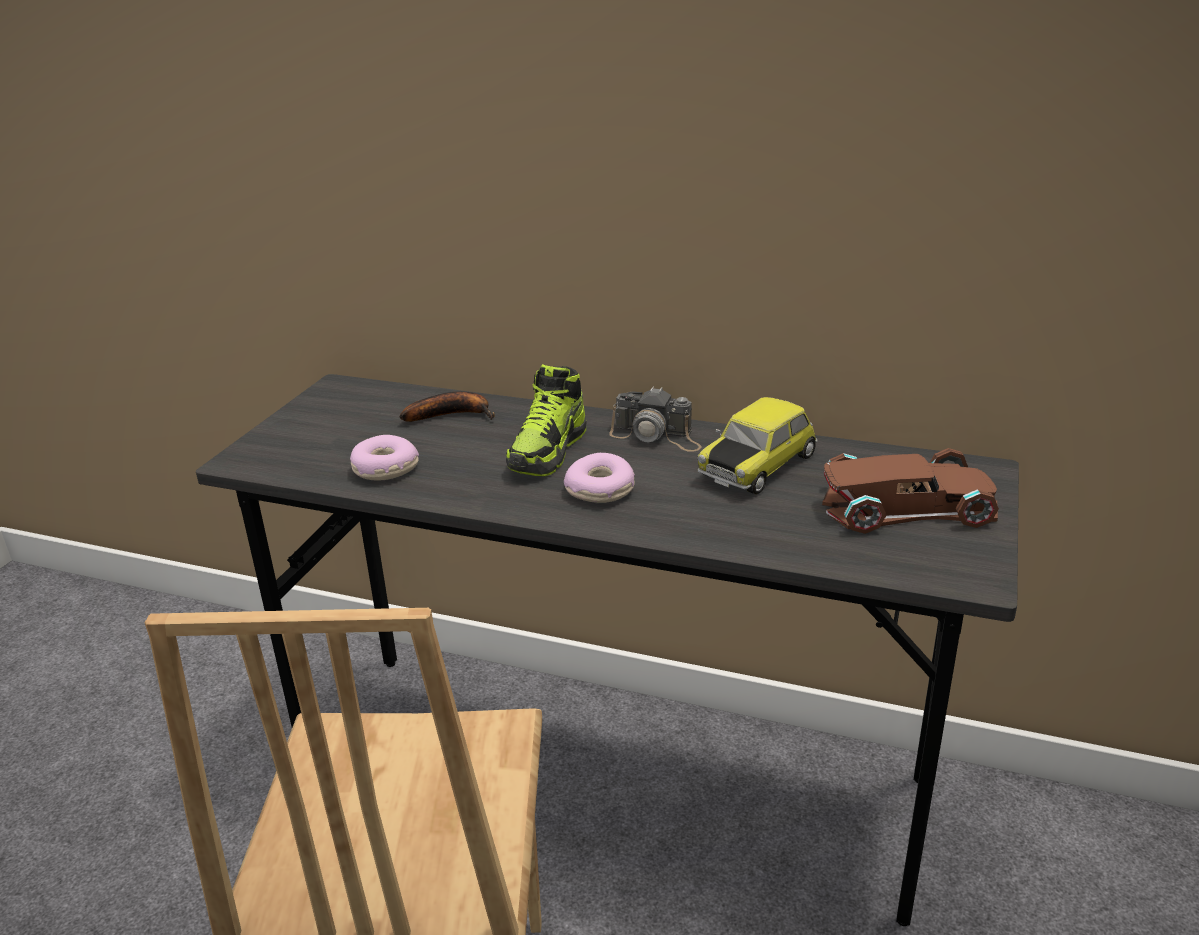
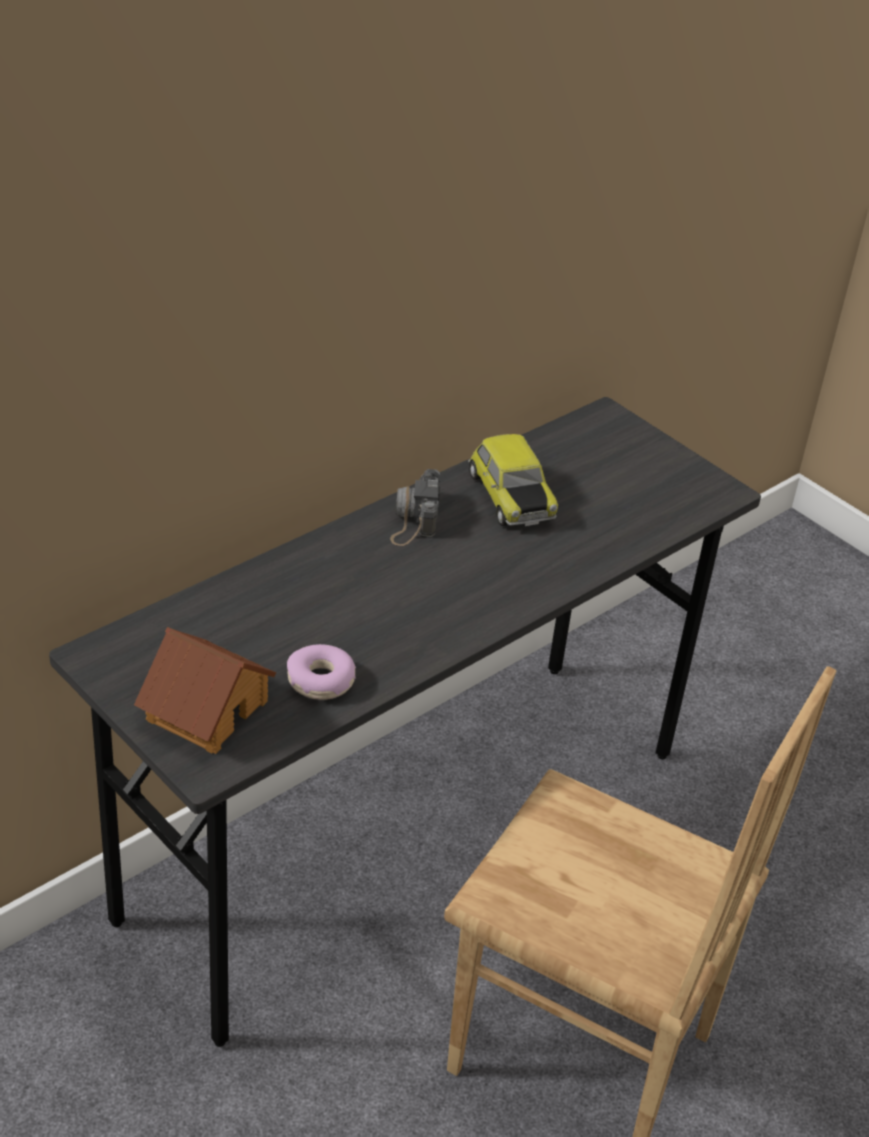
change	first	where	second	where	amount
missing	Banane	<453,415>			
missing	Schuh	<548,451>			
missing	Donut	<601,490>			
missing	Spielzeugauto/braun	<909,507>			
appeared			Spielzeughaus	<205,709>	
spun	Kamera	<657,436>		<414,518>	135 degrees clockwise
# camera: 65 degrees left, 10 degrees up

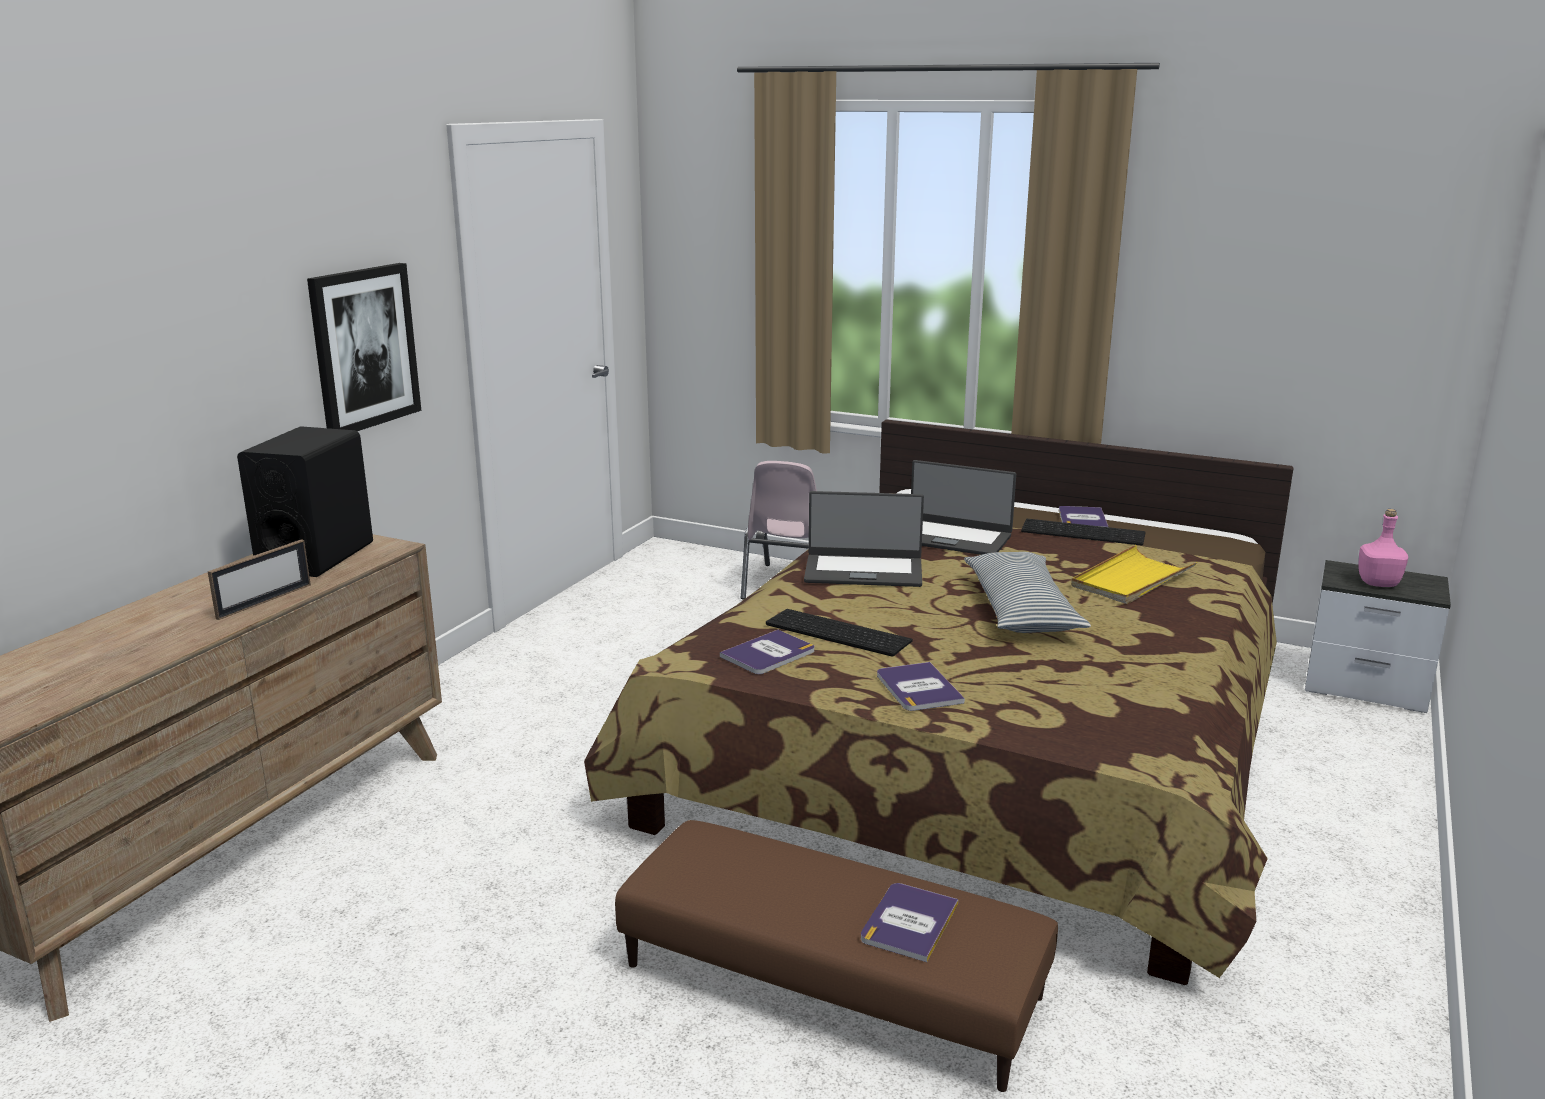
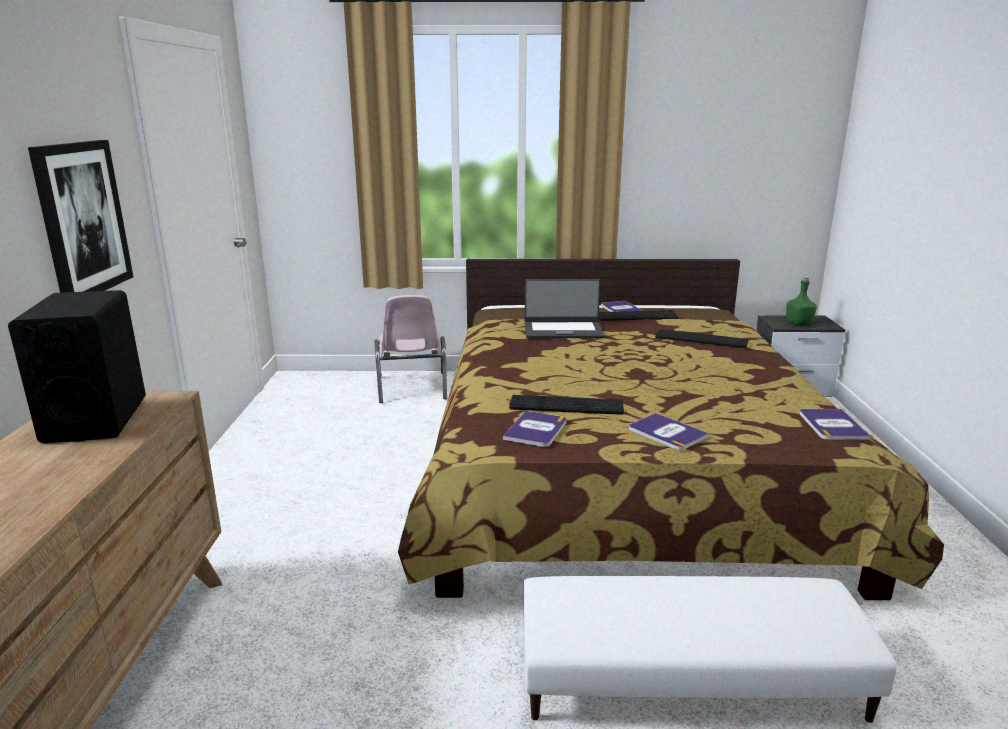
change	first	where	second	where	amount
missing	Bilderrahmen	<264,601>			
missing	Laptop	<863,571>			
missing	Kissen	<1021,610>			
relocated	Buch	<909,922>		<832,425>	
exchanged	Tablett/gelb	<1131,580>	Tastatur	<700,339>	
colour	Polsterhocker/braun	<832,980>	Polsterhocker/weiß	<688,675>	
colour	Flasche/rosa	<1377,583>	Flasche/grün	<798,323>	
# camera: 25 degrees left, 0 degrees up

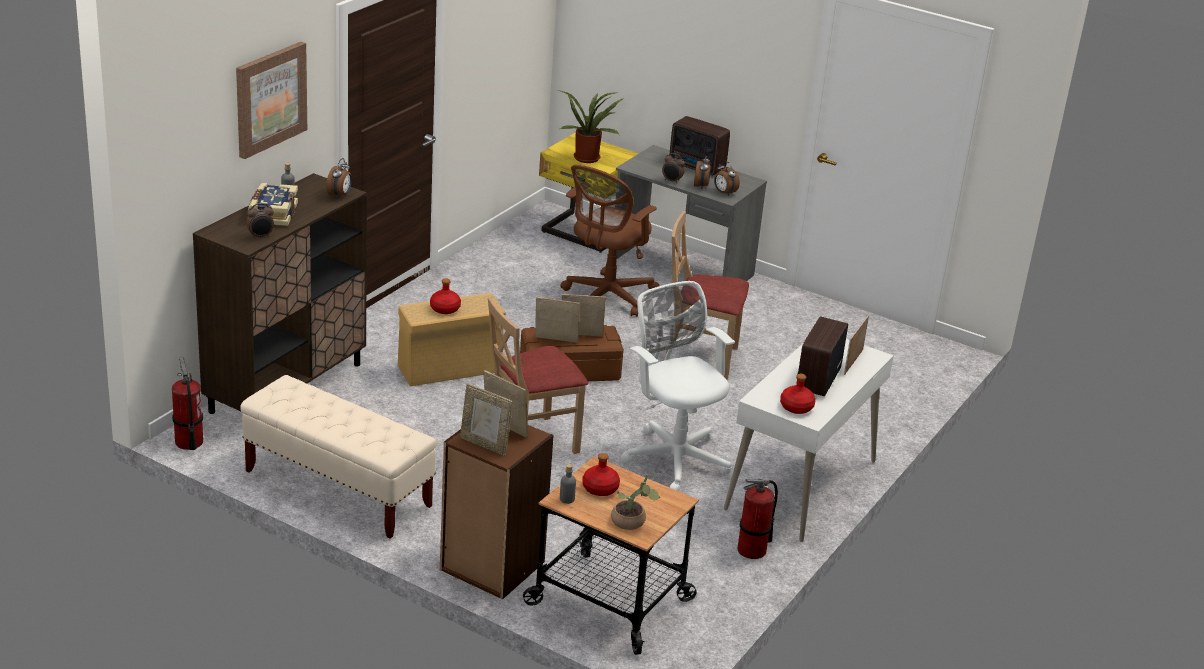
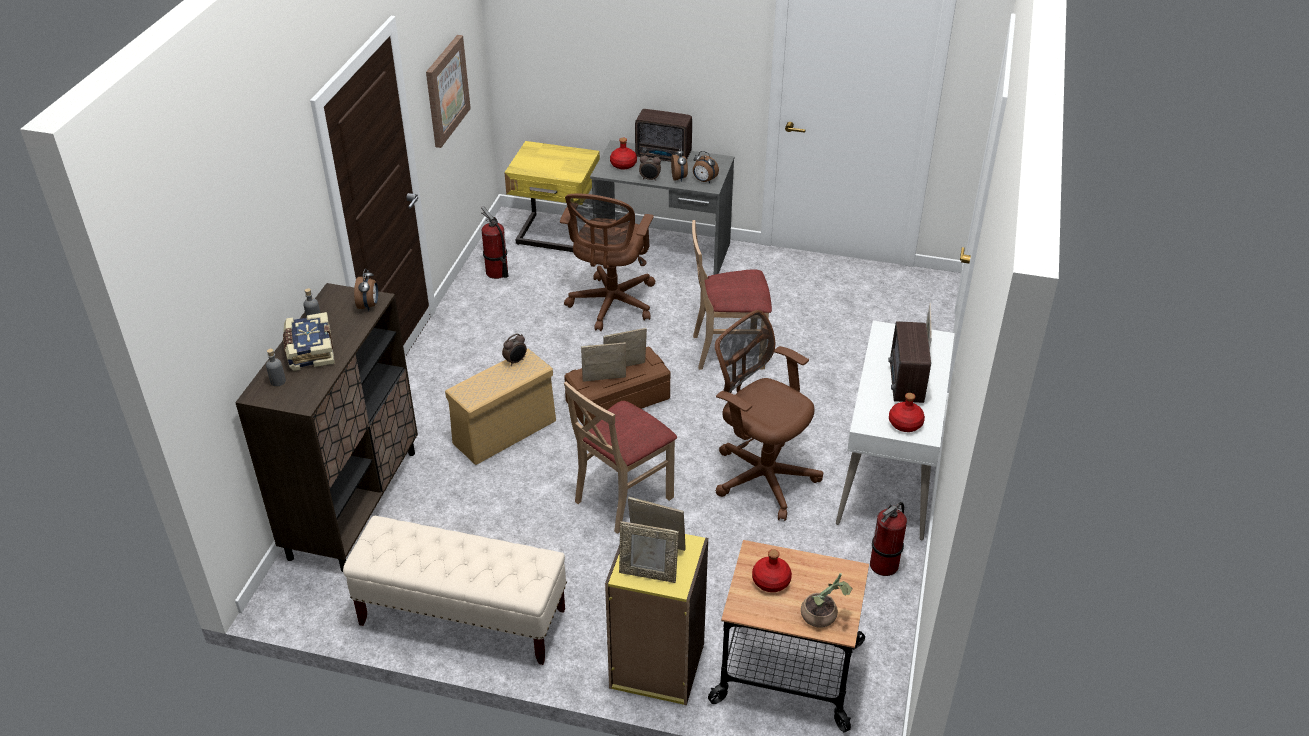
change	first	where	second	where	amount
missing	Topfpflanze	<588,157>			
relocated	Feuerlöscher	<188,442>		<496,272>	
relocated	Bild	<270,99>		<446,90>	
relocated	Wecker	<260,236>		<515,361>	
relocated	Flasche/rot	<445,309>		<623,164>	
relocated	Flasche/grau	<567,499>		<278,381>	
colour	Bücherregal/braun	<491,566>	Bücherregal/gelb	<656,666>	
colour	Bürostuhl/weiß	<673,457>	Bürostuhl/braun	<761,475>	
# camera: 15 degrees left, 10 degrees up

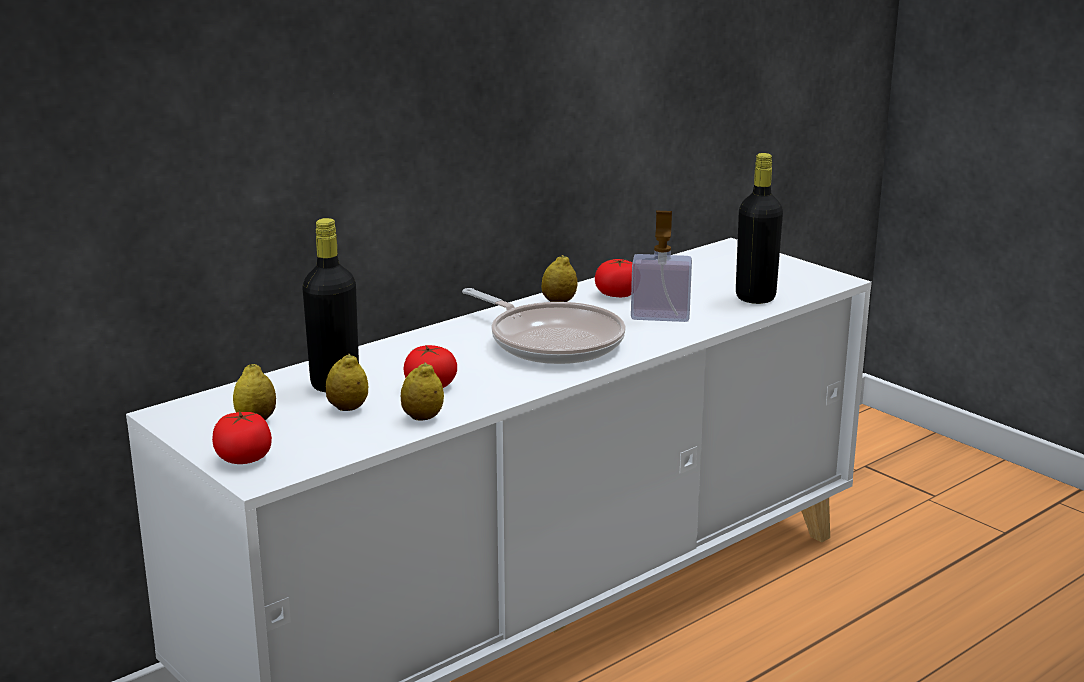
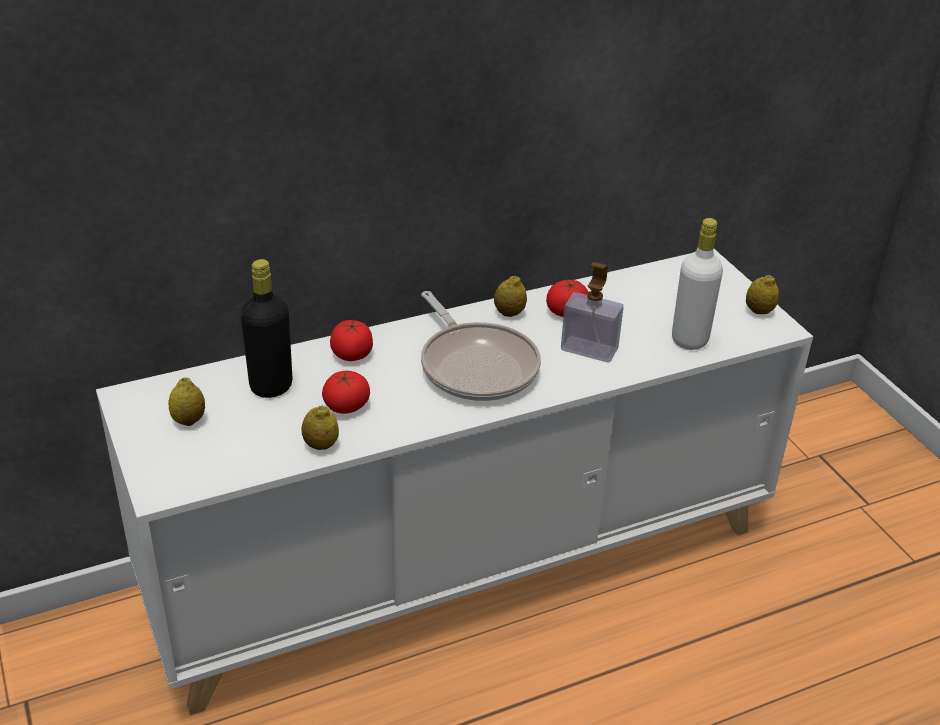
change	first	where	second	where	amount
relocated	Tomate	<243,458>		<352,353>	
relocated	Zitrone	<348,408>		<759,311>	
colour	Flasche/schwarz	<755,297>	Flasche/weiß	<689,339>	
# camera: 15 degrees right, 15 degrees up

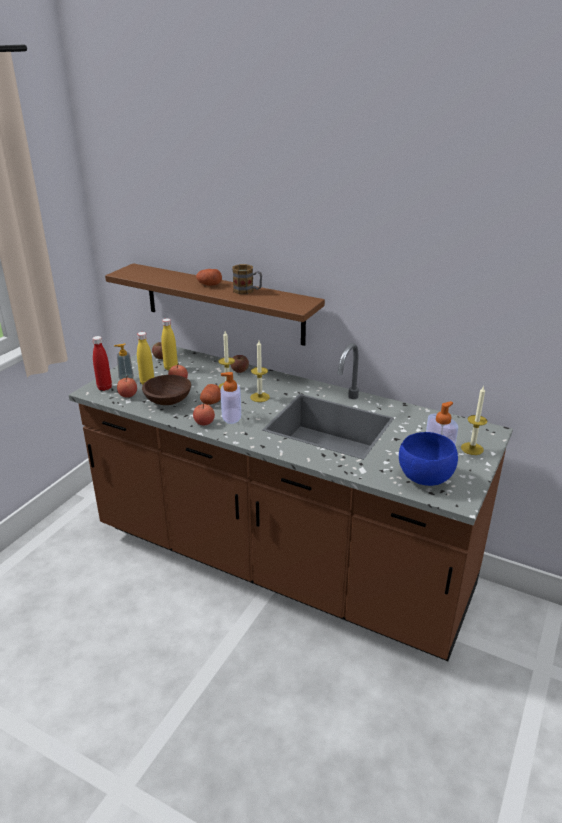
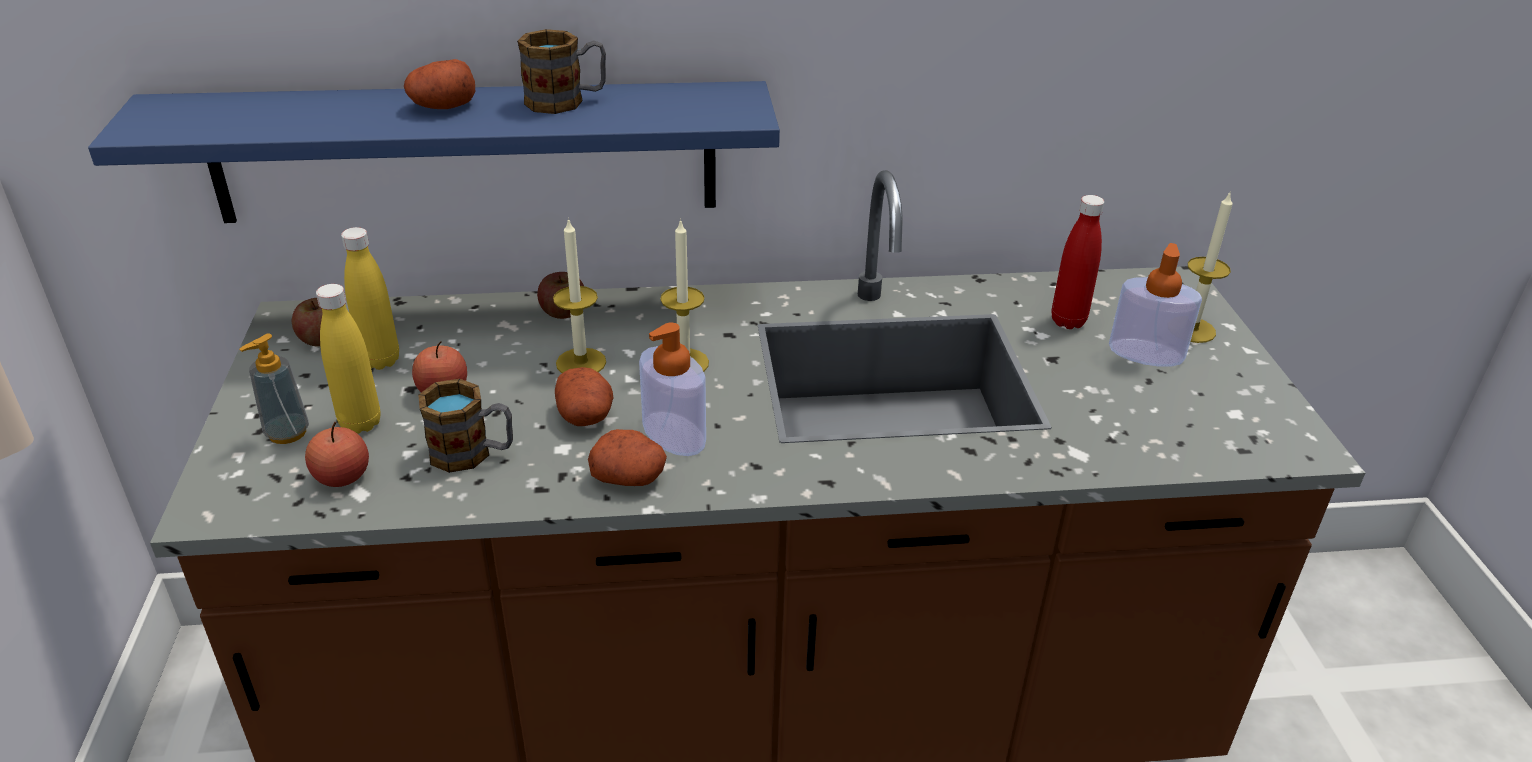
change	first	where	second	where	amount
missing	Schüssel/blau	<424,479>			
relocated	Flasche/rot	<104,388>		<1068,321>	
exchanged	Schüssel/braun	<168,401>	Henkelbecher	<472,453>	
exchanged	Apfel	<204,423>	Kartoffel	<630,477>	
colour	Wandregal/braun	<223,304>	Wandregal/blau	<466,152>	
# camera: 35 degrees left, 5 degrees up

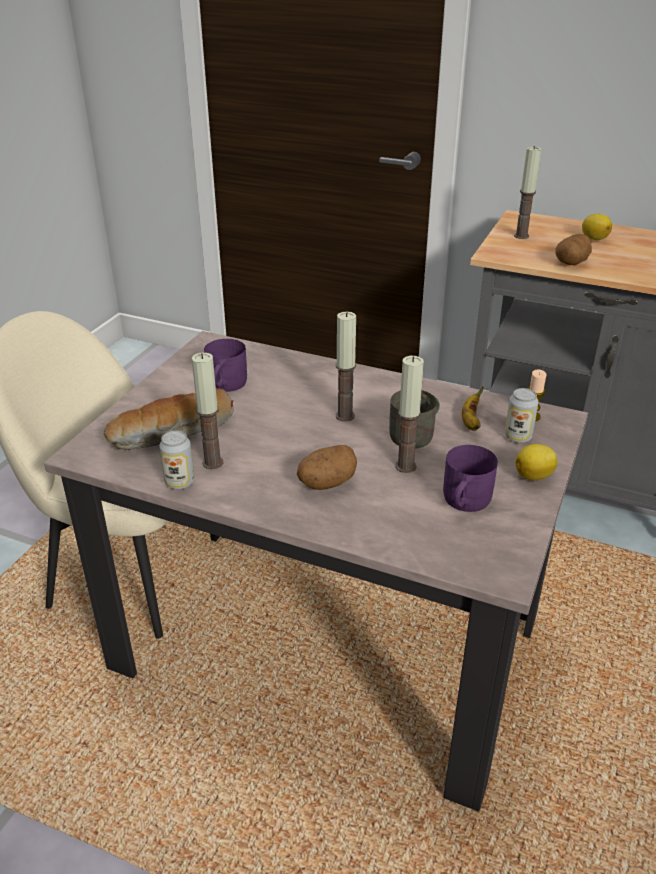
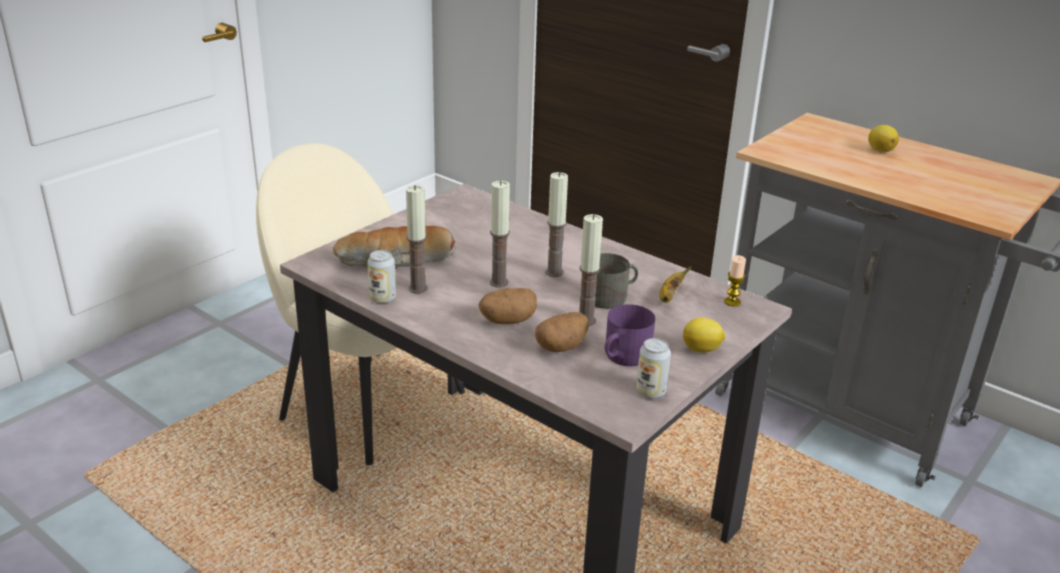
change	first	where	second	where	amount
missing	Henkelbecher/lila	<224,385>			
relocated	Dose	<517,437>		<650,391>	
relocated	Kerze	<521,236>		<499,282>	
relocated	Kartoffel	<571,262>		<562,347>	
# camera: 15 degrees right, 5 degrees down

